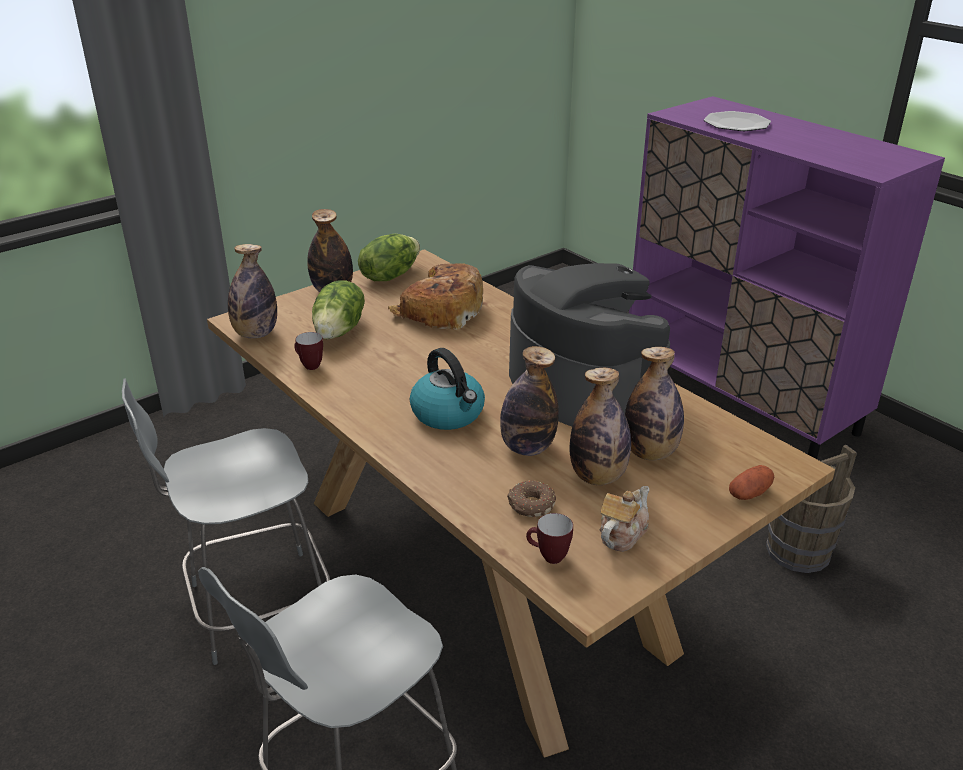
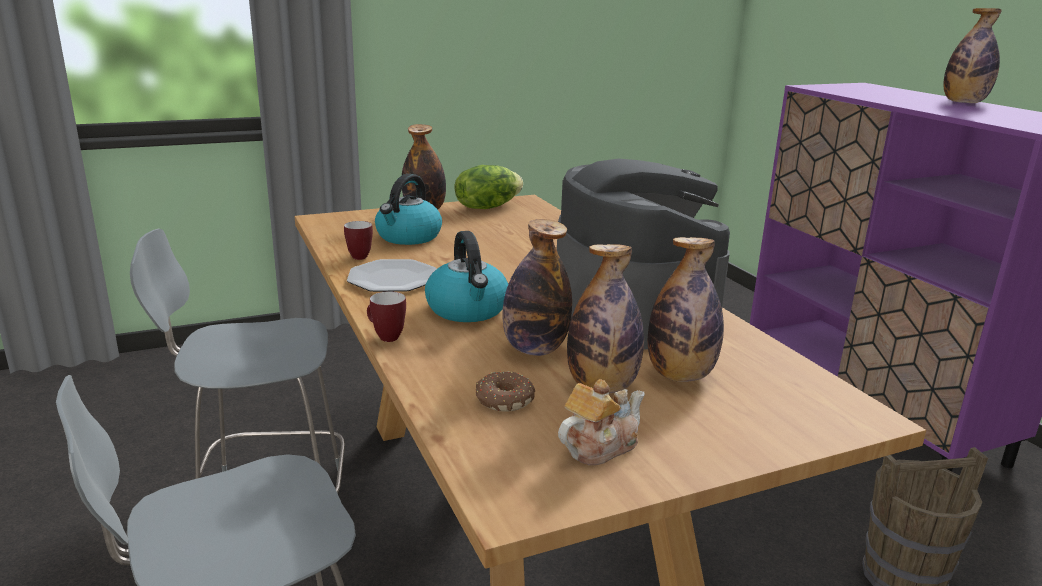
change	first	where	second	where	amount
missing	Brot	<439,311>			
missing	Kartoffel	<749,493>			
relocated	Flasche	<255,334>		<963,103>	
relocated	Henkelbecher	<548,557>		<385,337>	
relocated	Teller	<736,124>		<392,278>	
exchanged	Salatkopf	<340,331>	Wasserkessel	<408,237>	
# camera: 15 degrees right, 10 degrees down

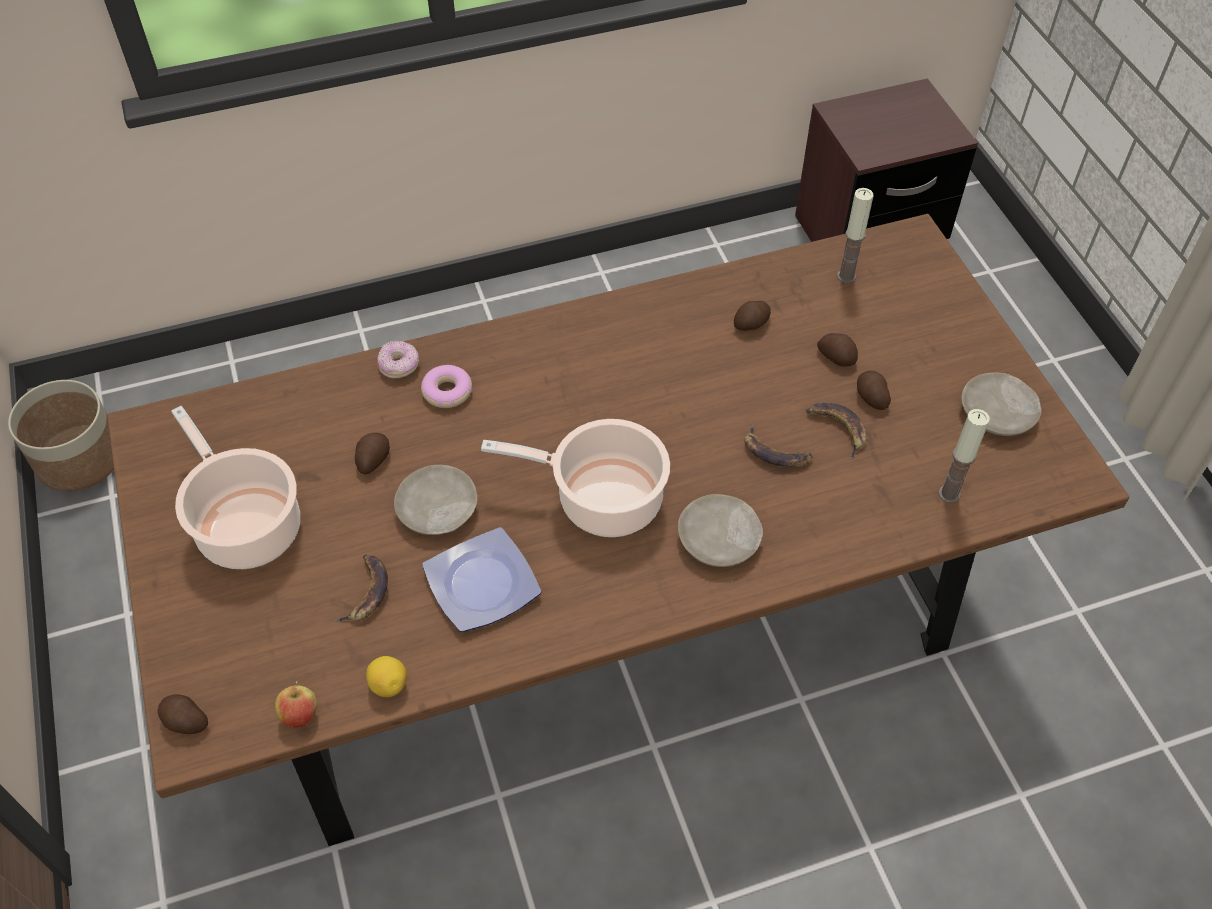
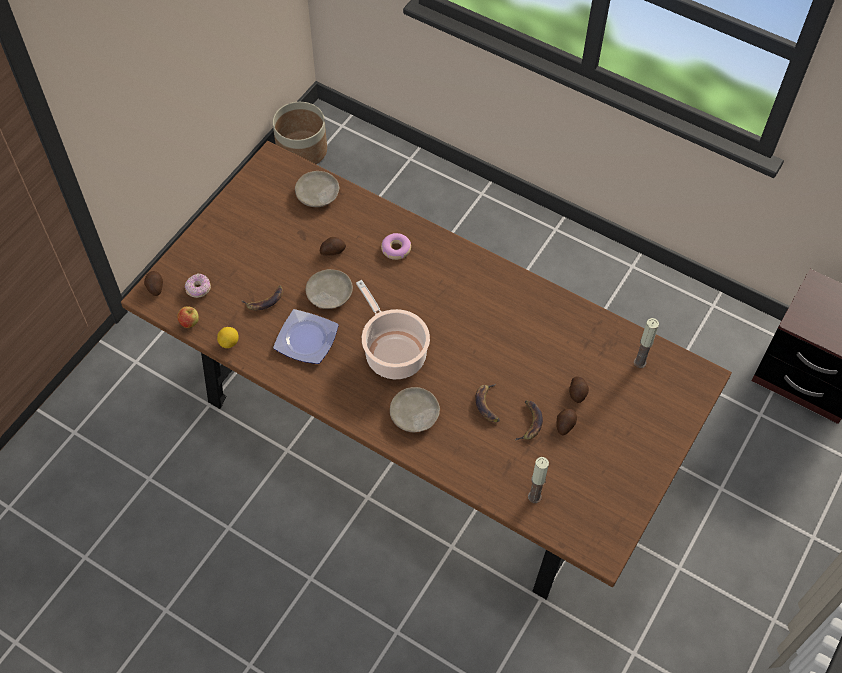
change	first	where	second	where	amount
missing	Kochtopf	<246,525>			
missing	Kartoffel	<752,324>			
relocated	Donut	<399,366>		<198,289>	
relocated	Teller/beige	<998,413>		<317,194>	
# camera: 50 degrees right, 5 degrees up

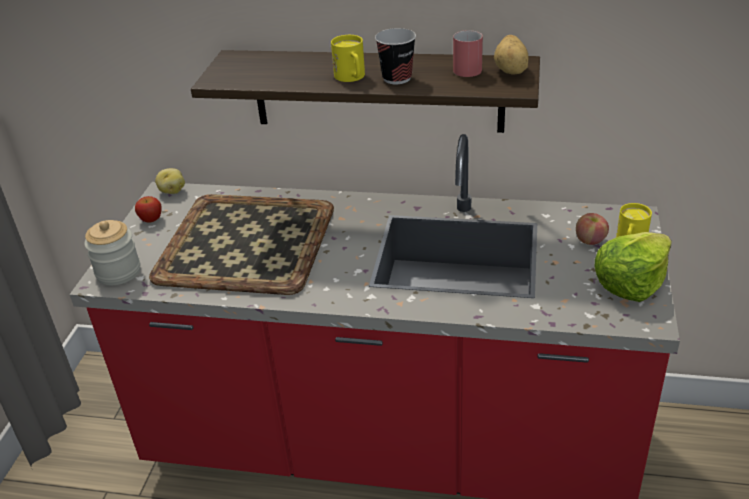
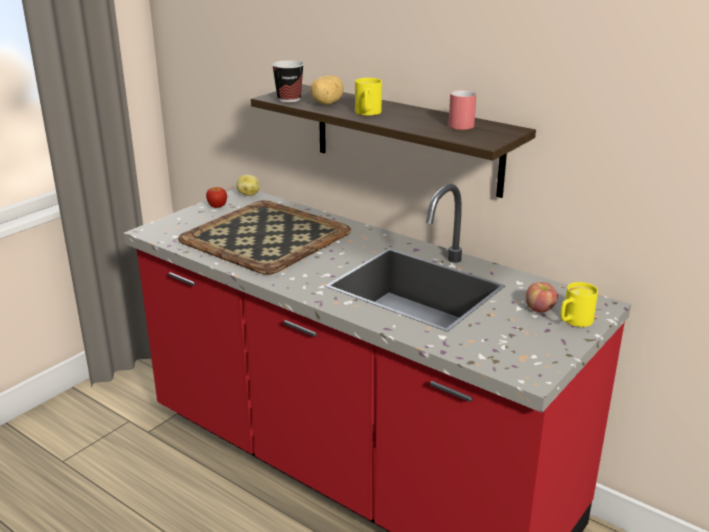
change	first	where	second	where	amount
missing	Vorratsglas	<118,272>			
missing	Salatkopf	<630,283>			
relocated	Tasse	<397,78>		<289,99>	
relocated	Kartoffel	<511,70>		<328,103>	
# camera: 25 degrees right, 10 degrees down

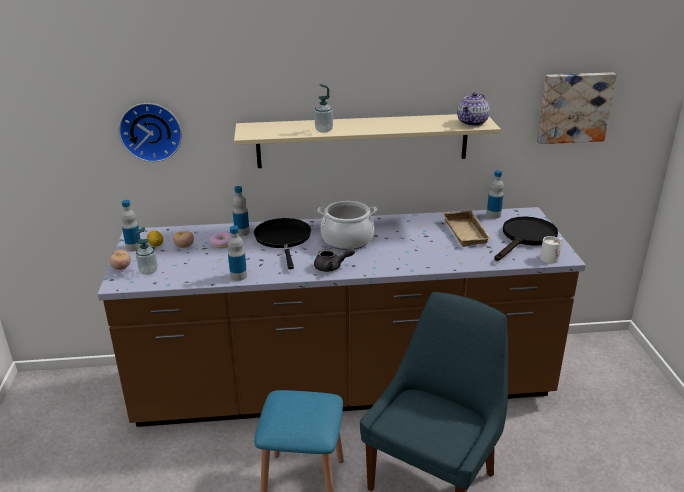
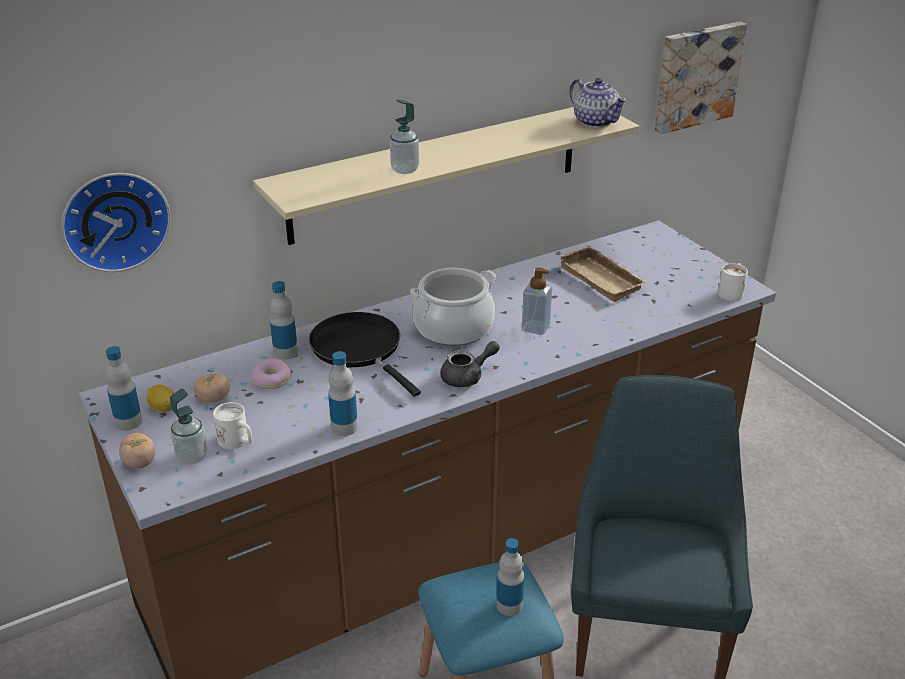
change	first	where	second	where	amount
missing	Pfanne/schwarz	<526,238>			
appeared			Henkelbecher/weiß	<237,442>	
appeared			Seifenspender	<535,328>	
relocated	Flasche	<493,215>		<509,605>	
spun	Teekanne	<472,123>		<595,121>	45 degrees counterclockwise
# camera: 25 degrees left, 5 degrees up

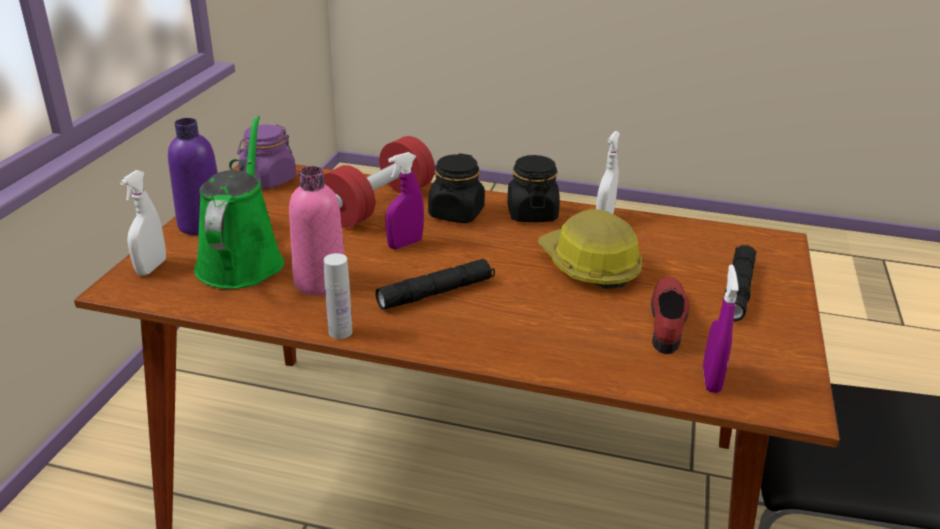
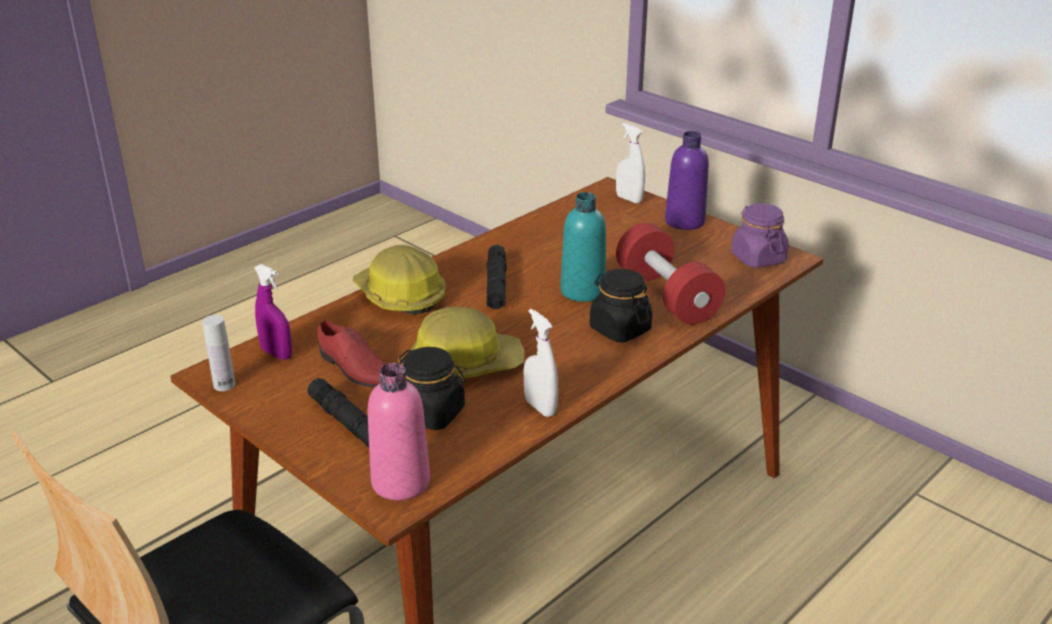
change	first	where	second	where	amount
missing	Gießkanne/grün	<242,260>			
appeared			Schutzhelm	<400,296>	
relocated	Flasche/rosa	<320,282>		<400,482>	
relocated	Flasche/weiß	<340,332>		<224,385>	
relocated	Vorratsglas/schwarz	<531,213>		<431,414>	
exchanged	Sprühflasche/lila	<405,244>	Flasche/türkis	<582,291>	
# camera: 120 degrees right, 0 degrees up

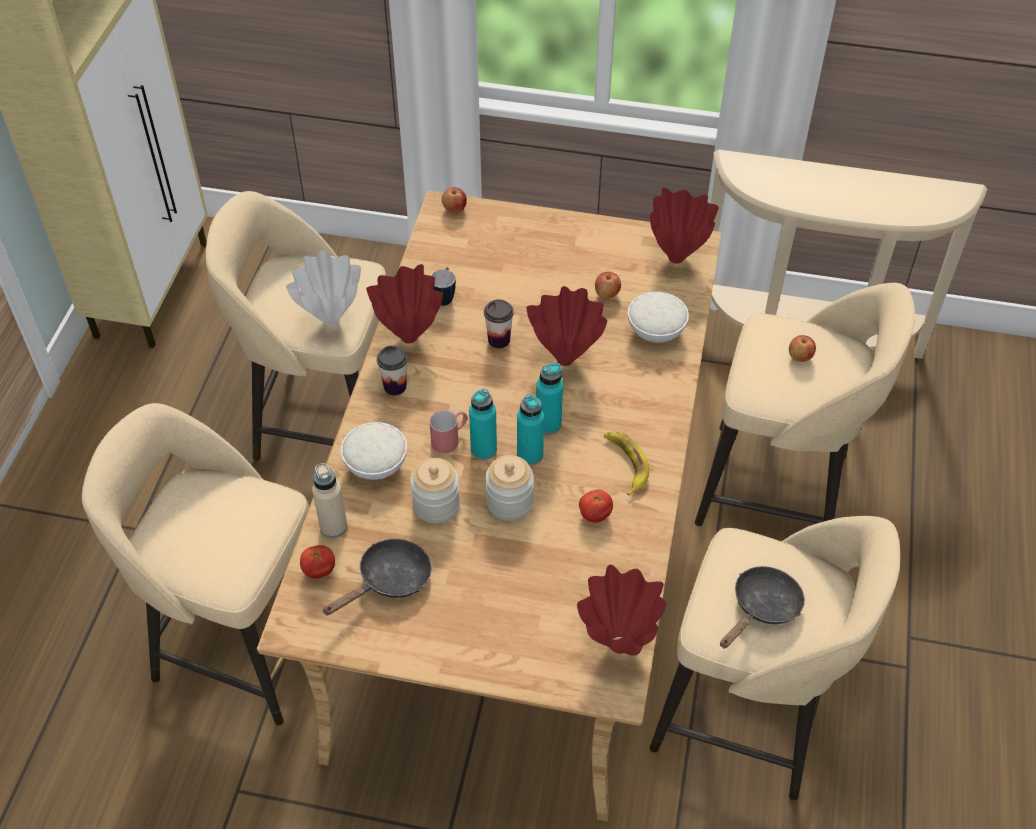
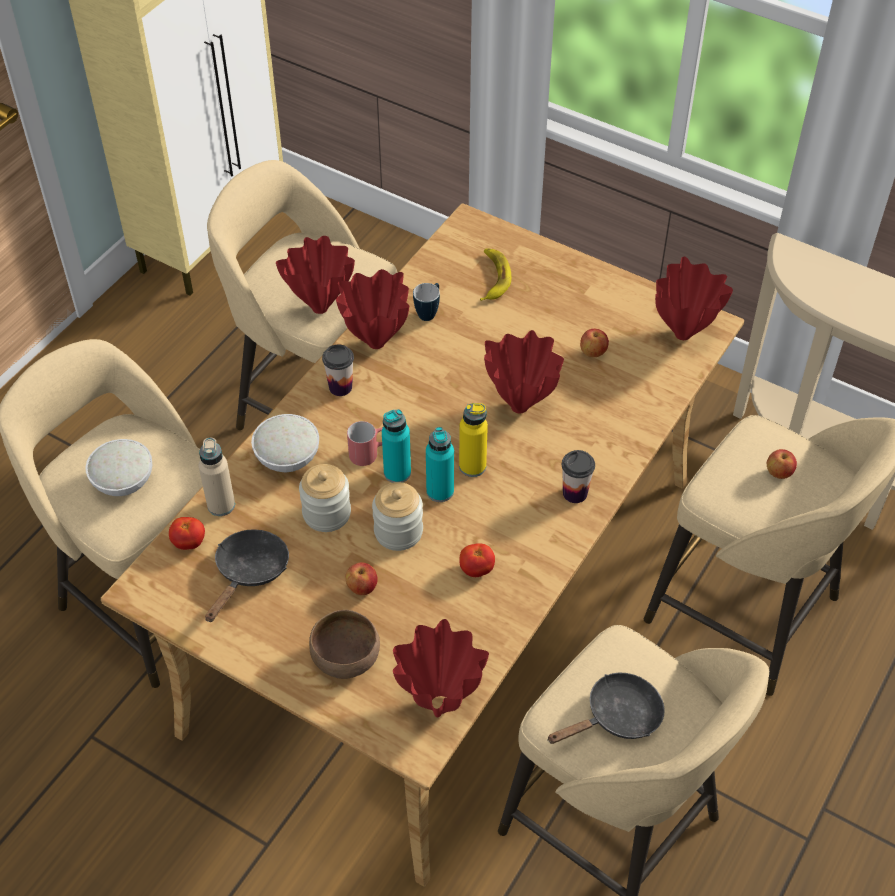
change	first	where	second	where	amount
appeared			Schüssel/braun	<346,657>	
relocated	Apfel	<454,209>		<362,587>	
relocated	Tasse	<499,340>		<575,493>	
relocated	Banane	<625,463>		<493,277>	
relocated	Schüssel/weiß	<657,331>		<124,482>	
colour	Vase/weiß	<332,320>	Vase/rot	<321,308>	
colour	Flasche/türkis	<548,424>	Flasche/gelb	<472,466>	
spun	Pfanne/schwarz	<389,580>		<249,572>	45 degrees counterclockwise
# camera: 20 degrees right, 0 degrees up

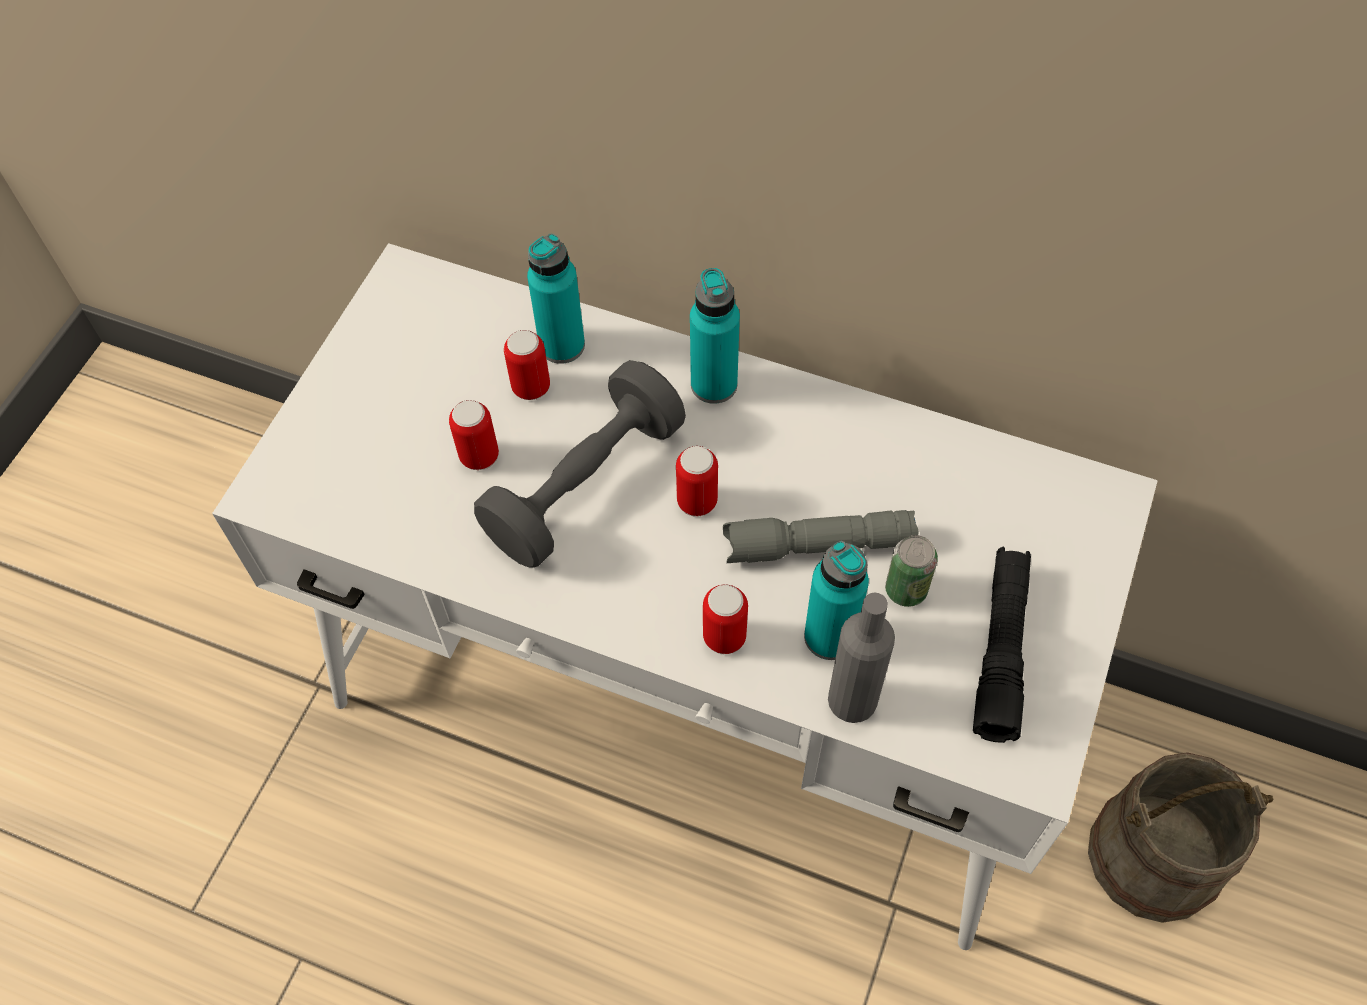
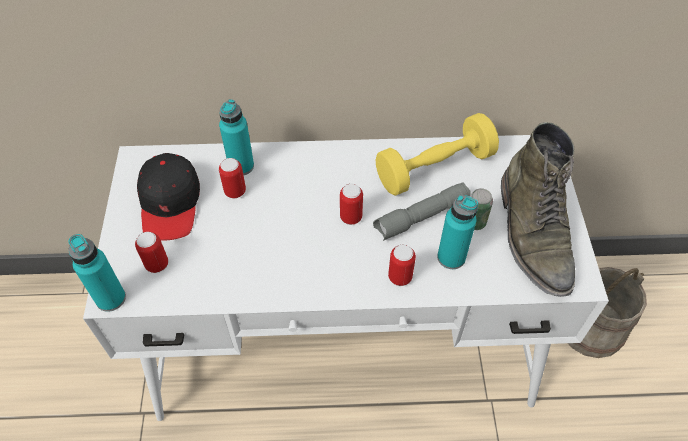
change	first	where	second	where	amount
missing	Hantel/grau	<585,484>			
missing	Flasche/grau	<852,699>			
appeared			Kappe/schwarz	<170,203>	
appeared			Hantel/gelb	<434,168>	
relocated	Dose	<479,456>		<157,264>	
relocated	Flasche/türkis	<714,384>		<111,298>	
exchanged	Taschenlampe/schwarz	<1001,650>	Stiefel/grün	<533,233>	
# camera: 25 degrees left, 5 degrees down

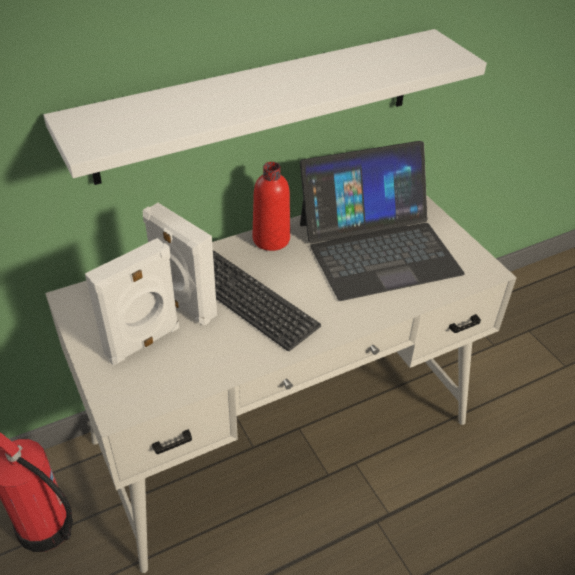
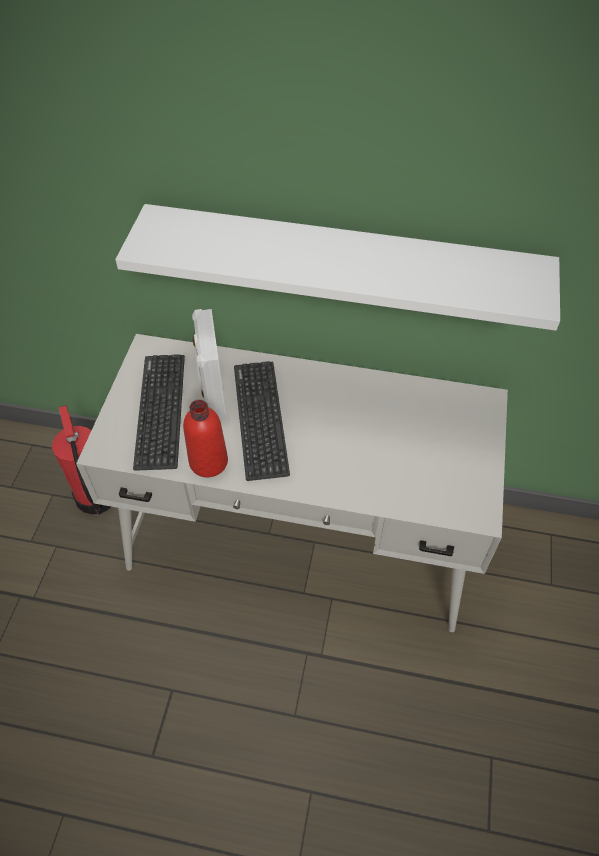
change	first	where	second	where	amount
missing	Laptop	<378,247>			
relocated	Flasche/rot	<271,239>		<208,462>	
exchanged	Lautsprecher/weiß	<143,342>	Tastatur	<160,410>	
# camera: 40 degrees right, 10 degrees up

